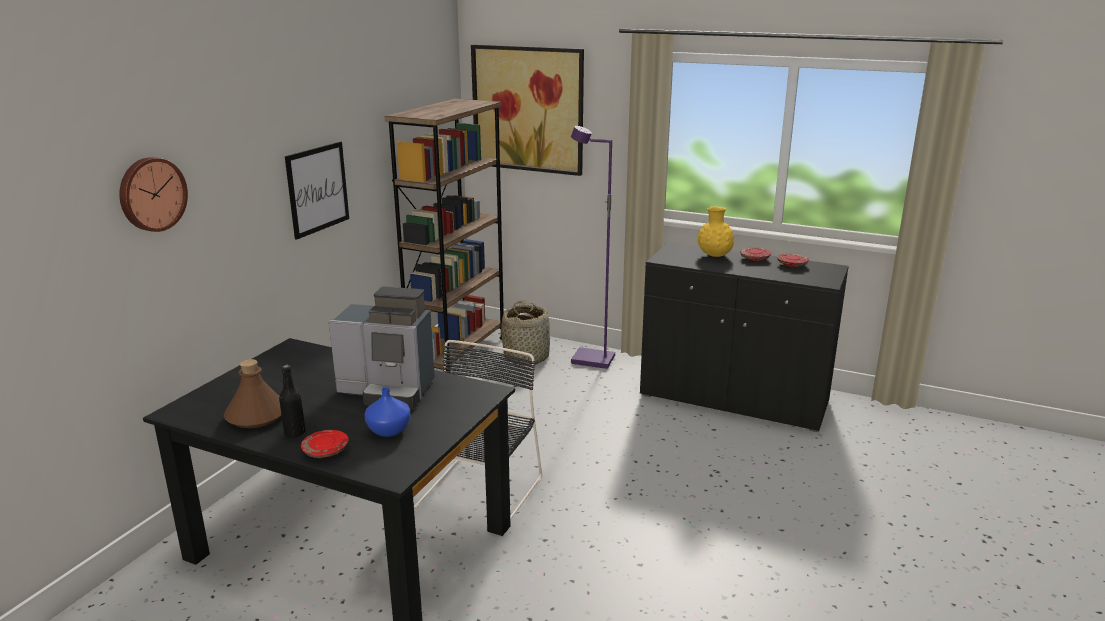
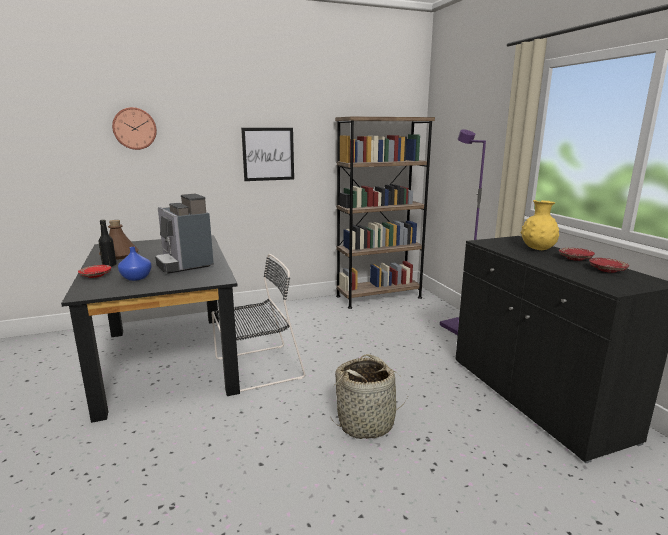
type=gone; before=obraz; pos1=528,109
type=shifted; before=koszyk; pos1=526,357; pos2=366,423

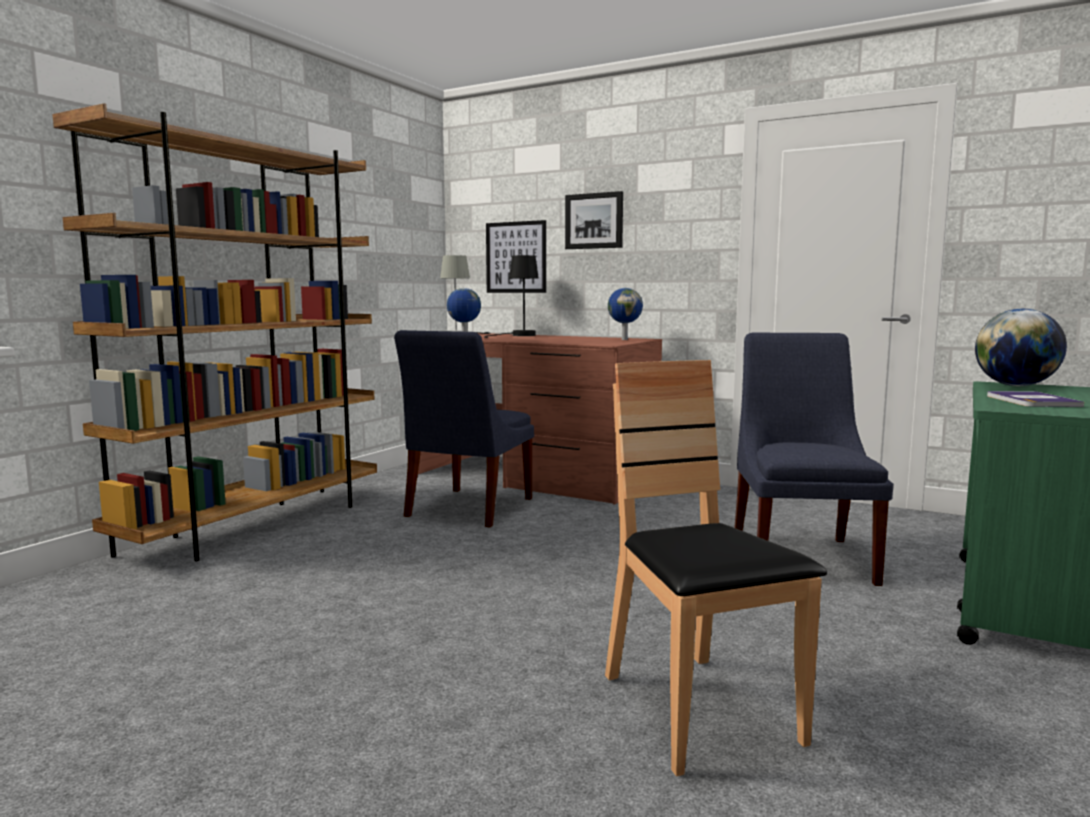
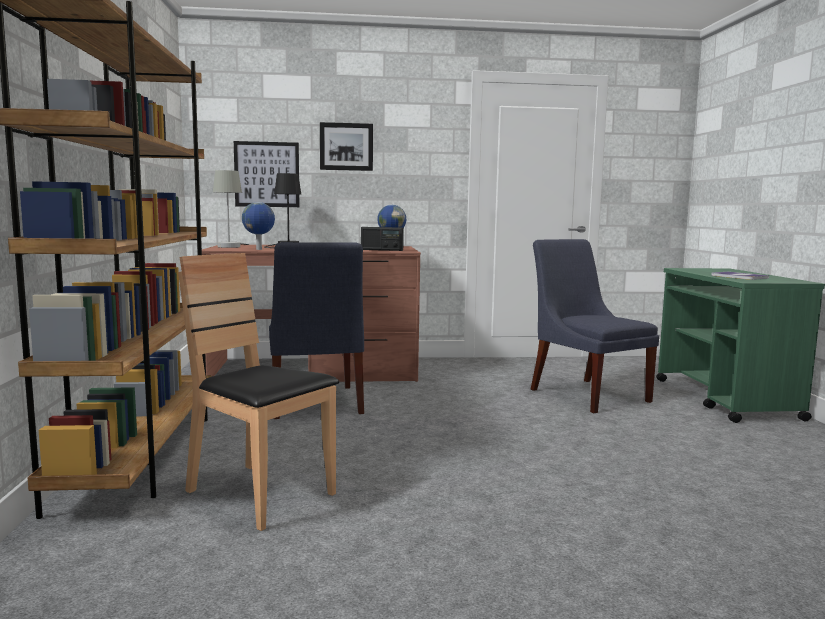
type=gone; before=globus; pos1=1015,385
type=shifted; before=krzesło/brązowy; pos1=697,711; pos2=259,494
type=new; after=radio; pos2=382,250

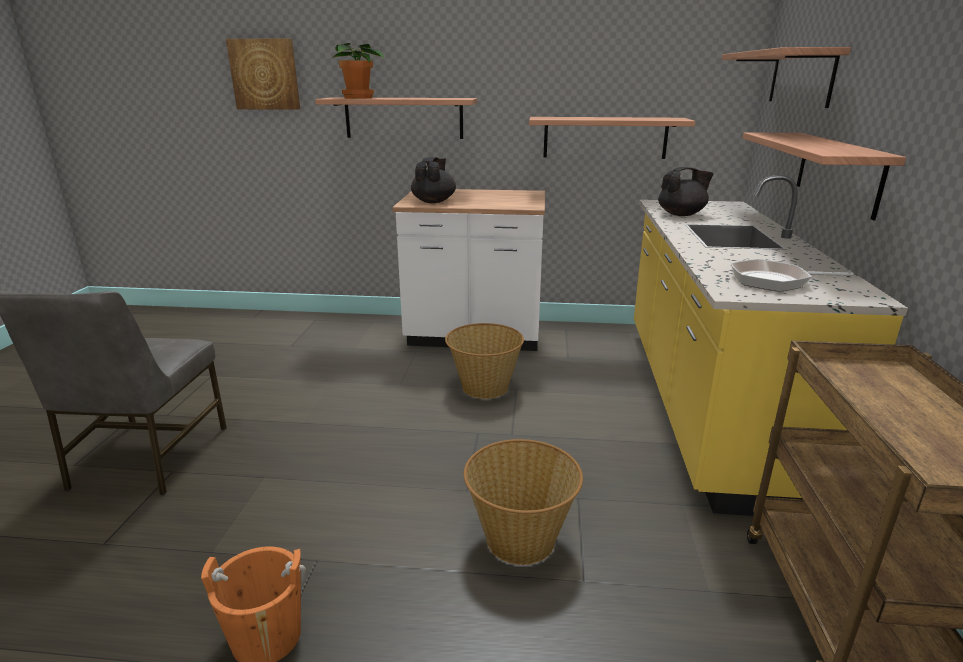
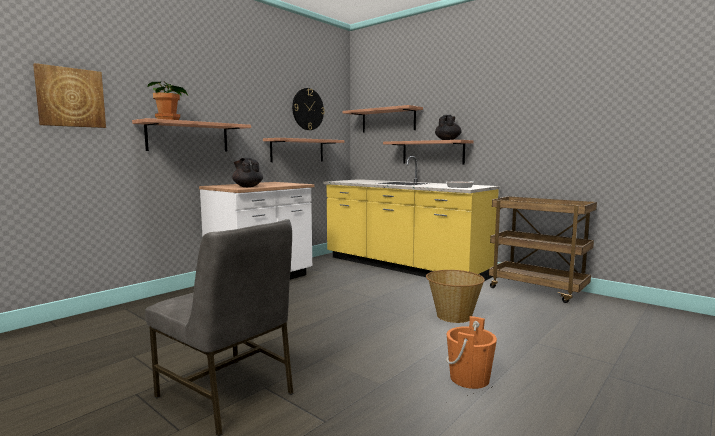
type=shifted; before=imbryk/czarny; pos1=682,214; pos2=448,140
type=gone; before=koszyk; pos1=484,387
type=new; after=zegar ścienny; pos2=307,109

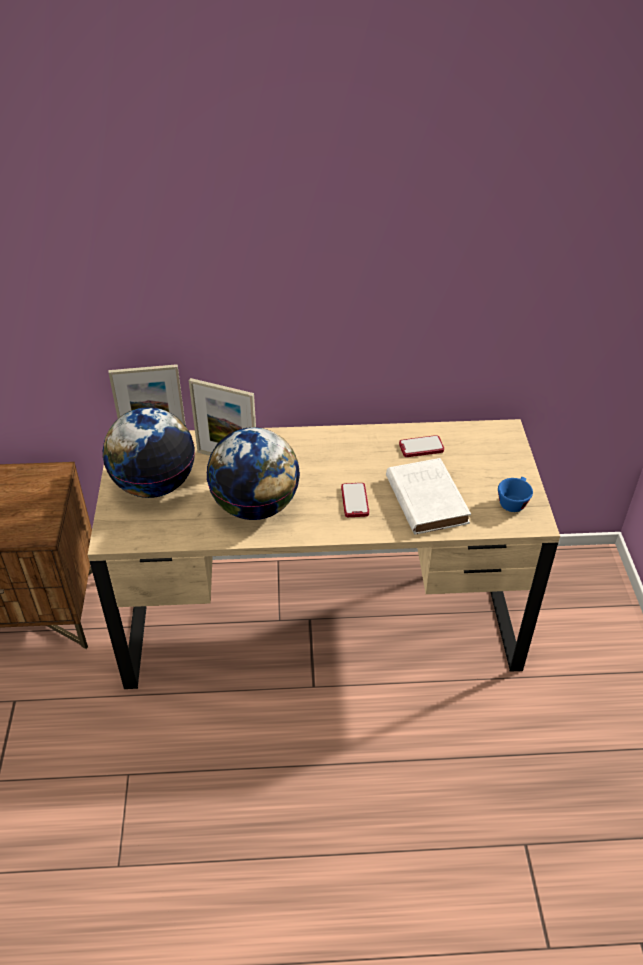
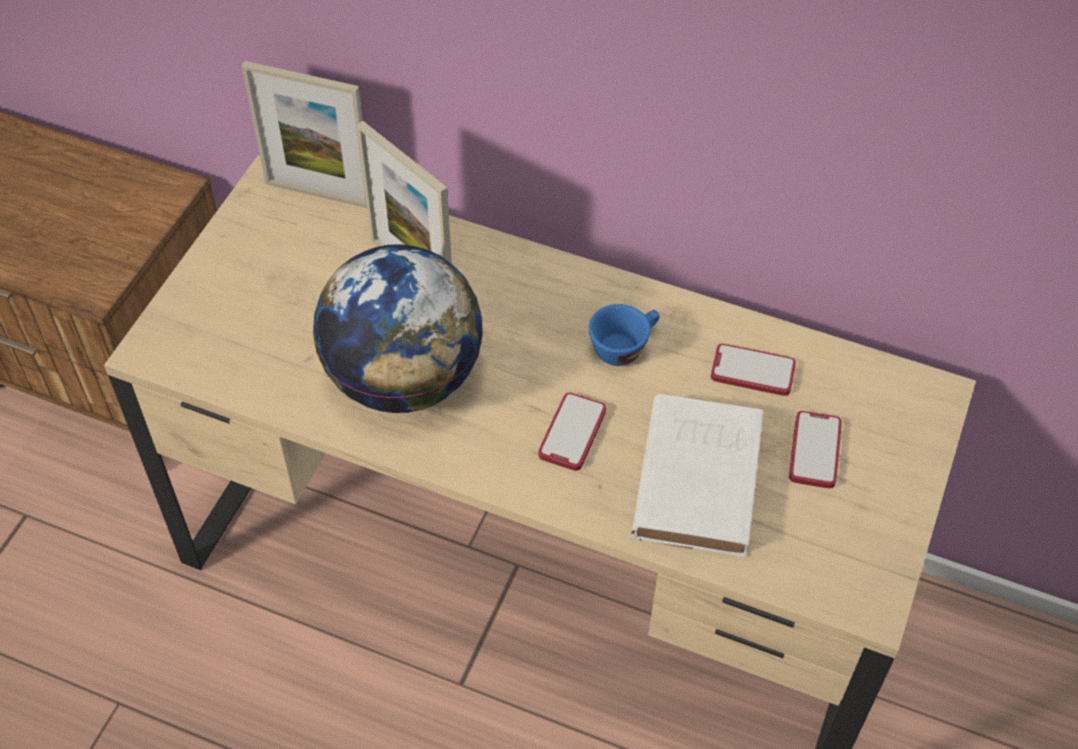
type=gone; before=globus; pos1=154,484
type=shifted; before=filiżanka/niebieski; pos1=513,501; pos2=624,346
type=new; after=telefon; pos2=814,451

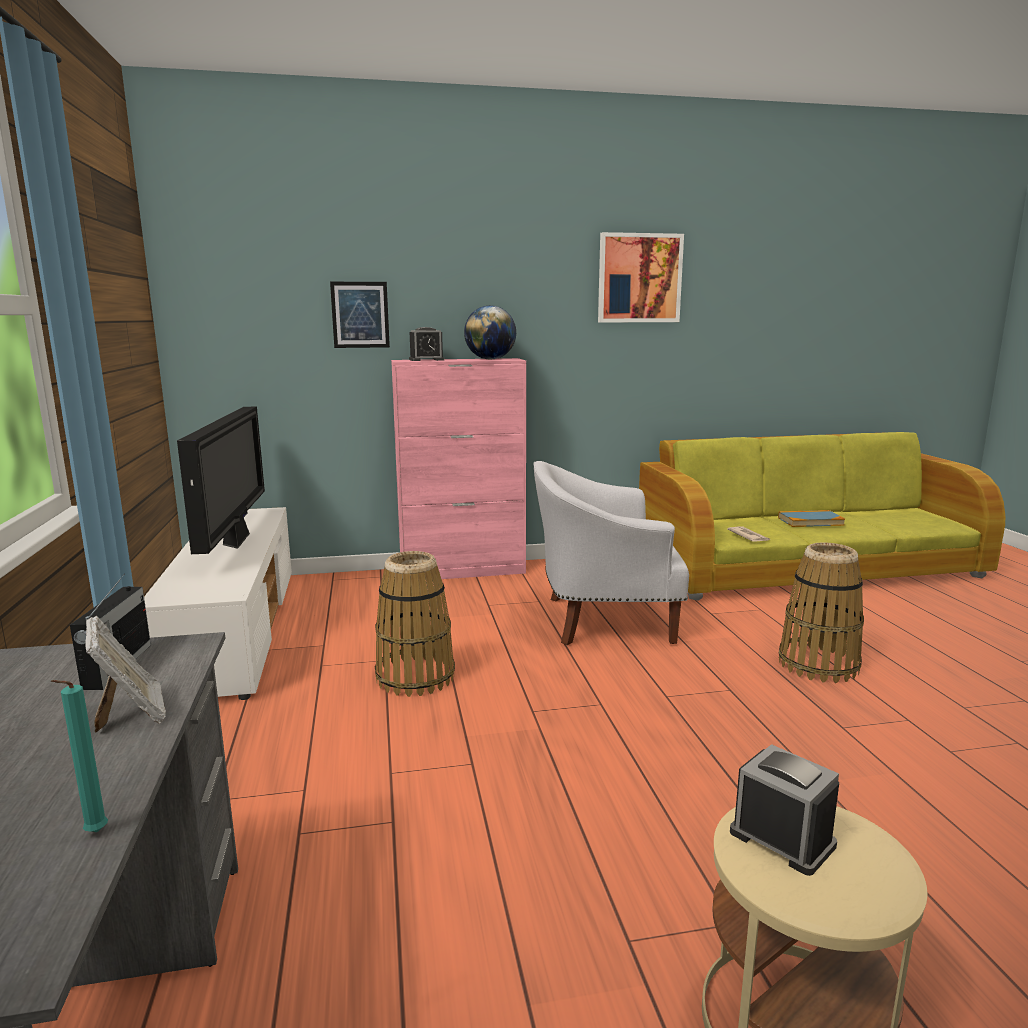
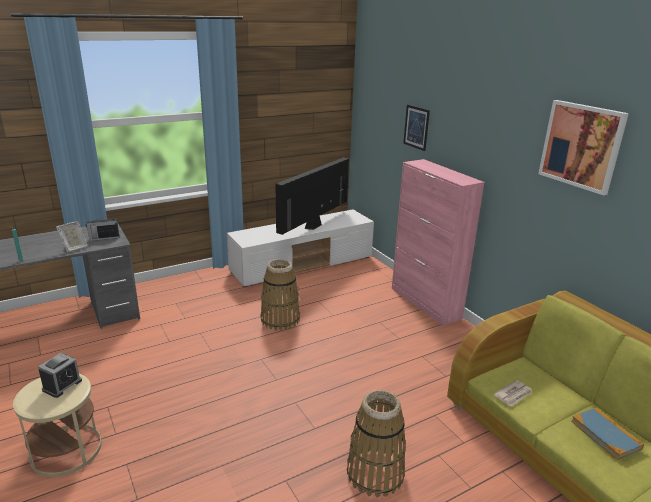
type=gone; before=globus; pos1=490,359
type=gone; before=budzik; pos1=426,360
type=rotated; before=telewizor; pos1=237,540; pos2=313,226; turn=150
type=gone; before=fotel/biały; pos1=601,620

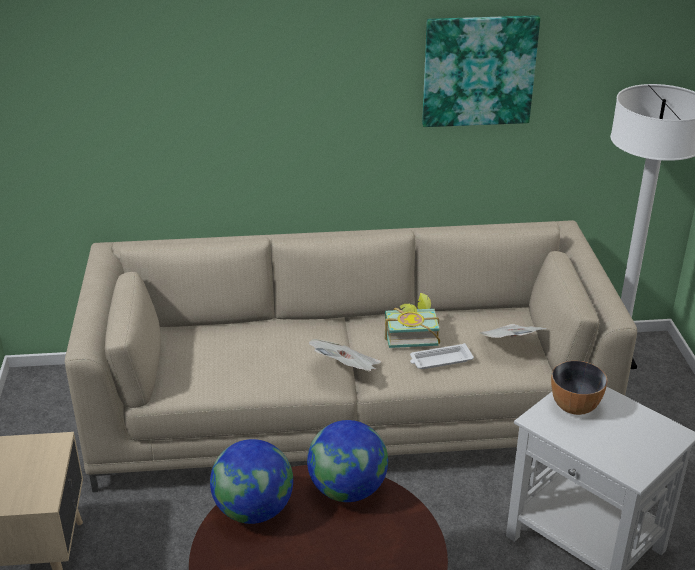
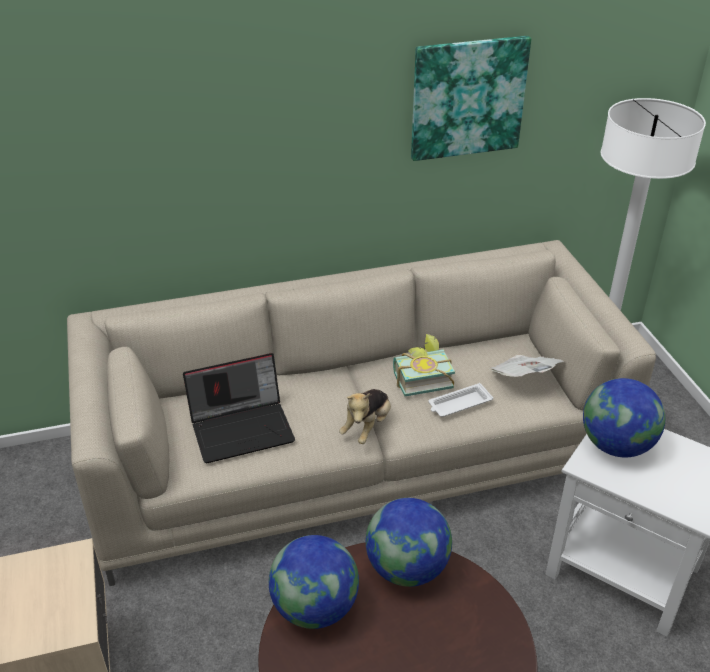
type=swapped; before=gazeta; after=pluszak; pos1=346,370; pos2=367,427
type=swapped; before=miska; after=globus; pos1=574,406; pos2=616,445
type=new; after=laptop; pos2=243,428

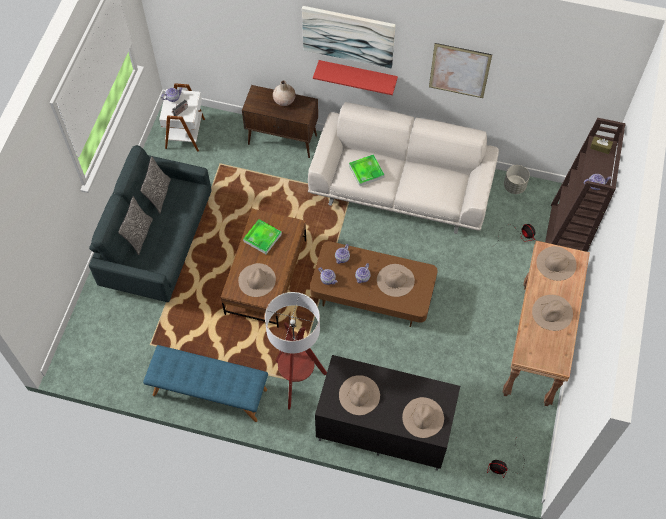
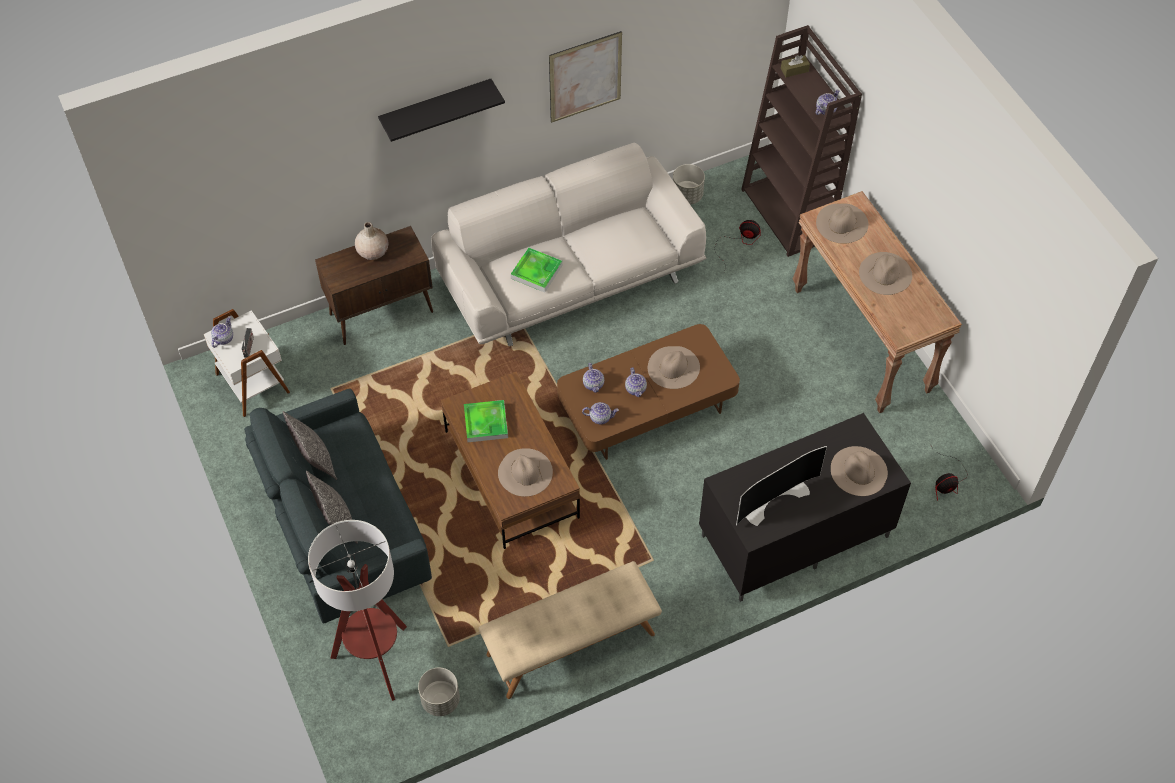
type=swapped; before=obraz; after=półka/czarny; pos1=348,36; pos2=436,109
type=gone; before=półka/czerwony; pos1=357,75
type=shifted; before=lampa stojąca; pos1=297,381; pos2=376,660
type=repainted; before=ławka/niebieski; after=ławka/beżowy; pos1=209,392; pos2=571,645
type=swapped; before=kapelusz/beżowy; after=telewizor; pos1=359,395; pos2=774,497
type=new; after=donica/szary; pos2=441,700

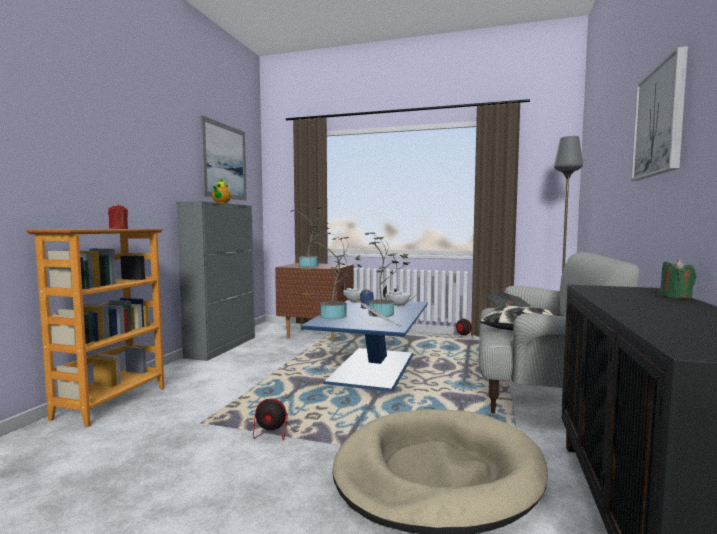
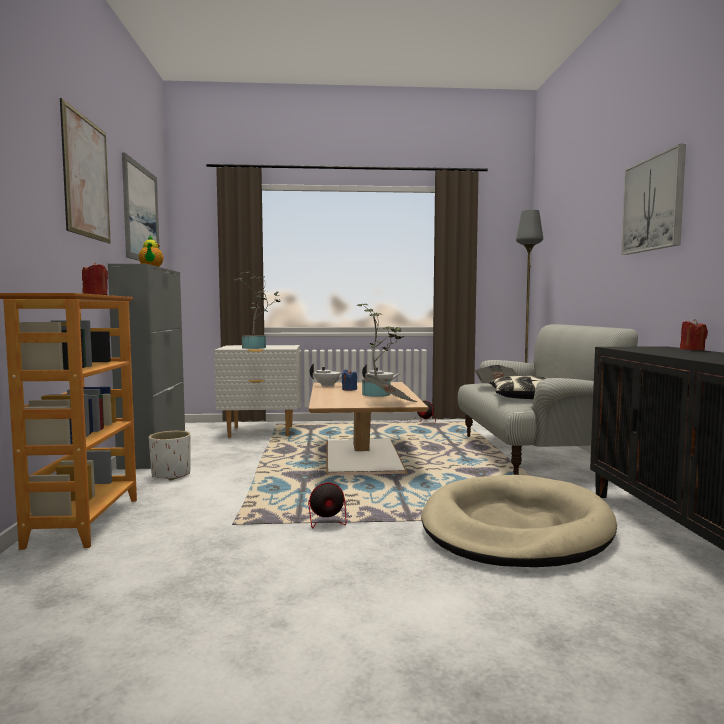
type=gone; before=roślina doniczkowa; pos1=336,316
type=repainted; before=świeca/zielony; after=świeca/czerwony; pos1=676,296; pos2=692,349
type=repainted; before=szafka nocna/brązowy; after=szafka nocna/biały; pos1=316,335; pos2=261,432
type=repainted; before=ława/niebieski; after=ława/brązowy; pos1=372,369; pos2=363,457
type=new; after=obraz; pos2=86,178
type=new; after=donica/biały; pos2=171,475

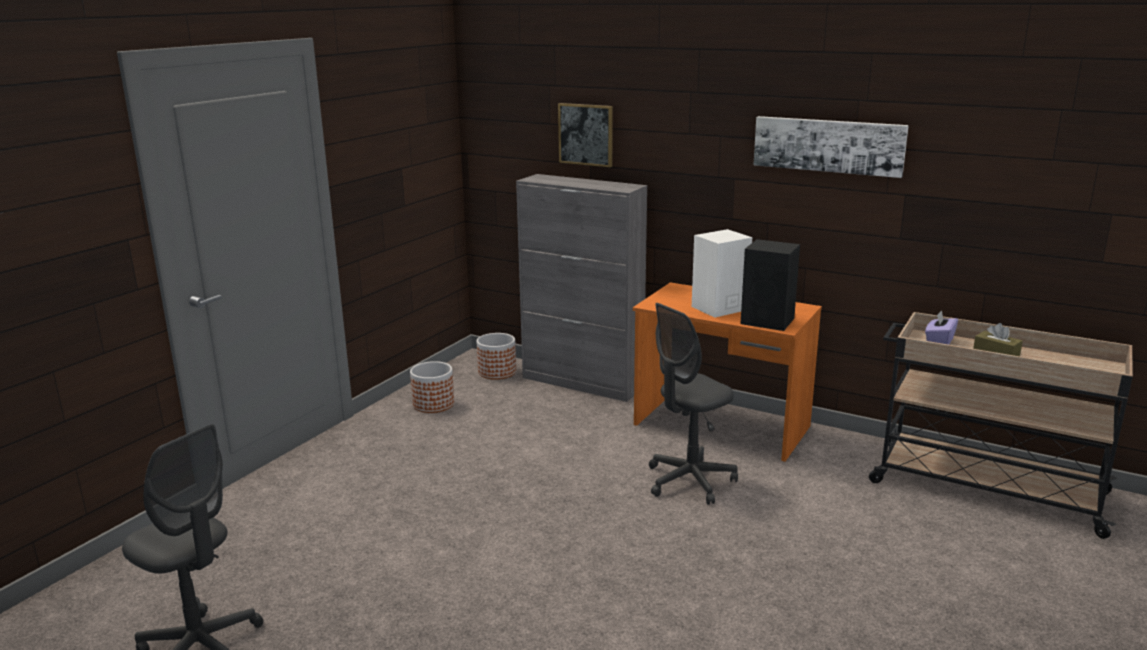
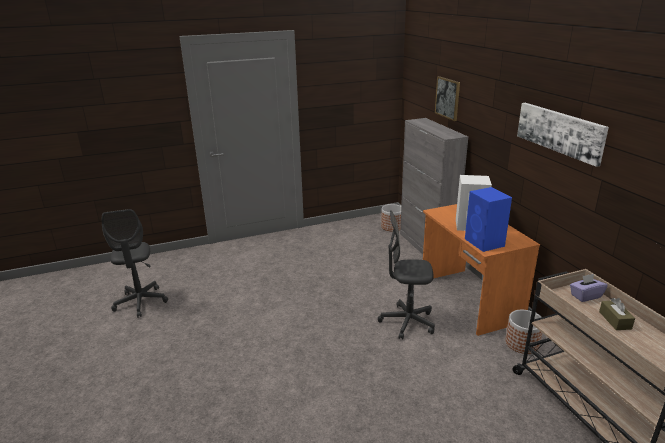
type=repainted; before=głośnik/czarny; after=głośnik/niebieski; pos1=769,321; pos2=485,243
type=shifted; before=donica; pos1=433,404; pos2=522,343

